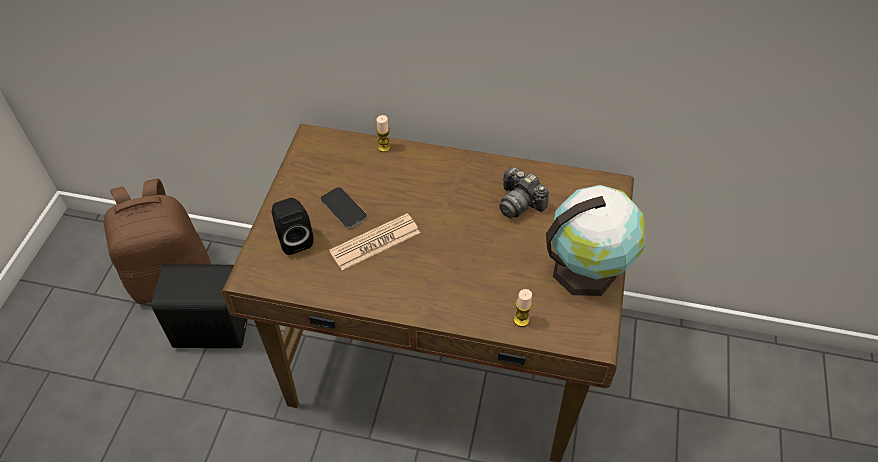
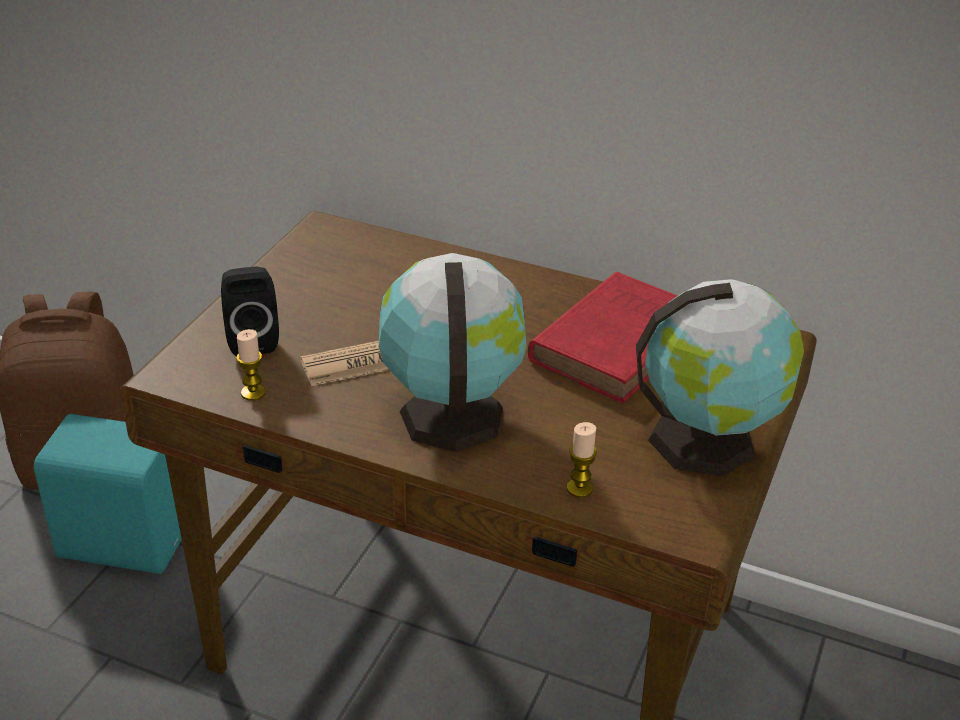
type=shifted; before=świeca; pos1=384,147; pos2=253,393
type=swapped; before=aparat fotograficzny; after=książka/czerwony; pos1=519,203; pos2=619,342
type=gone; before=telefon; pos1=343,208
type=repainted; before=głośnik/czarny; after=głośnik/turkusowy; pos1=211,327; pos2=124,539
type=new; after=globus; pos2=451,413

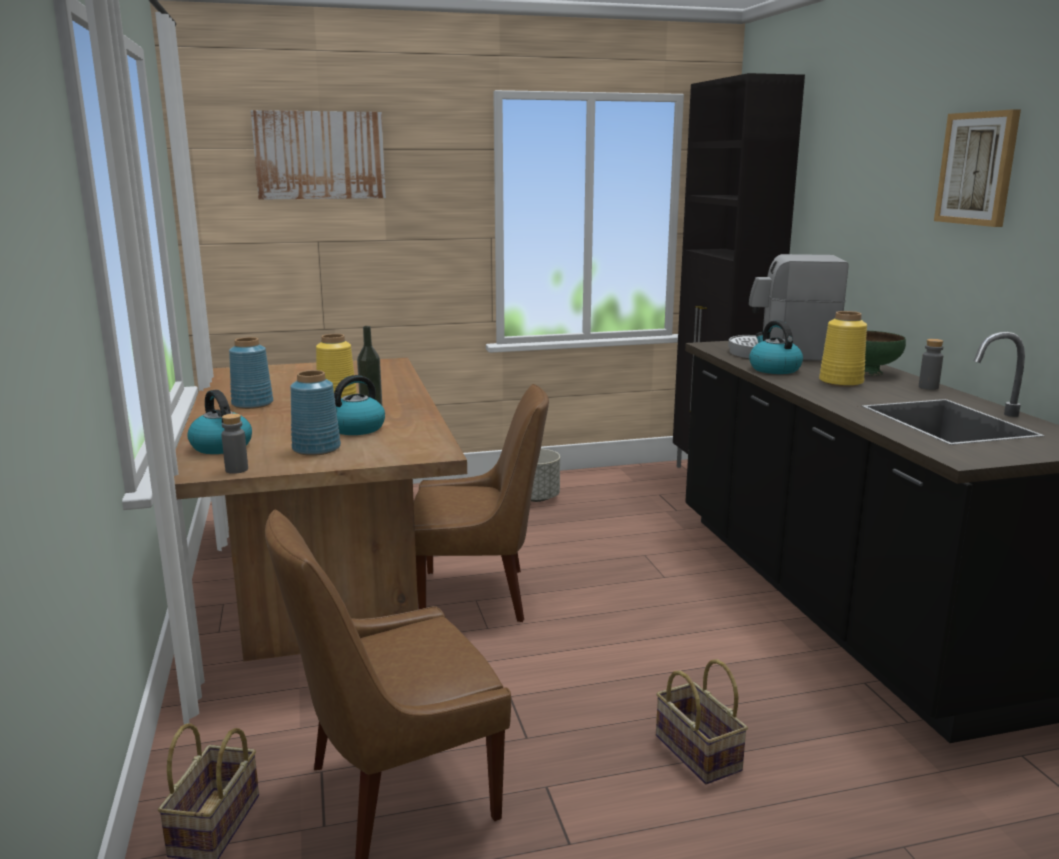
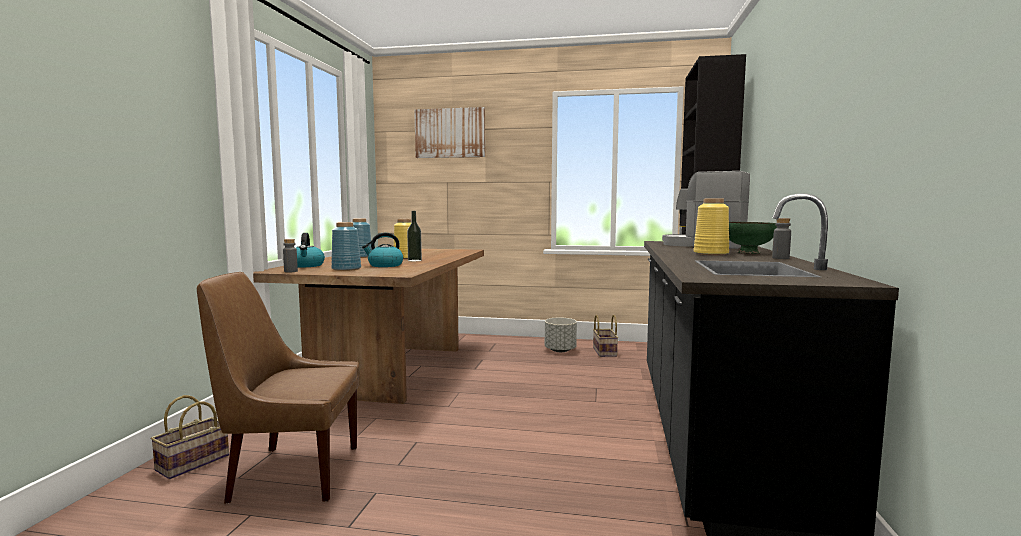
type=gone; before=obraz; pos1=978,168
type=gone; before=czajnik; pos1=773,369
type=gone; before=krzesło/brązowy; pos1=479,596
type=shifted; before=koszyk; pos1=694,752; pos2=603,352

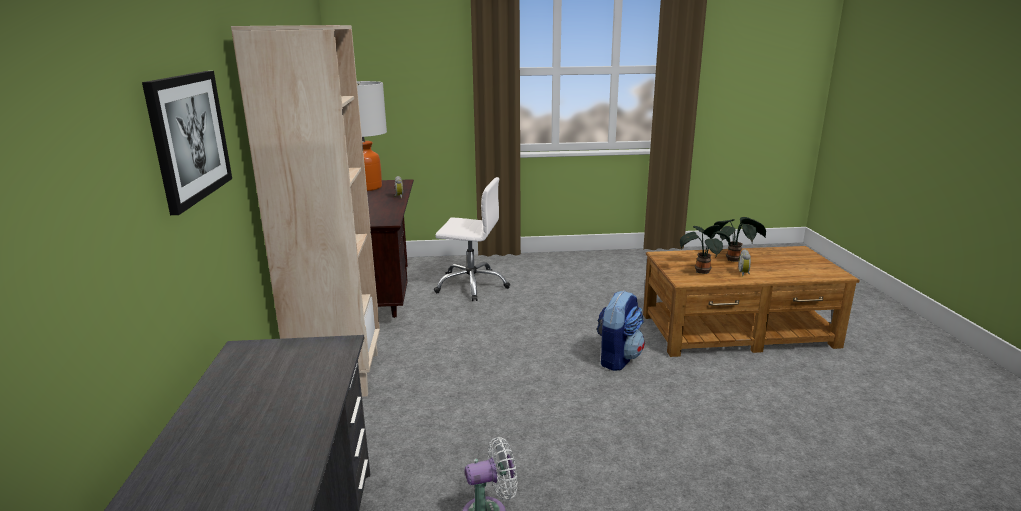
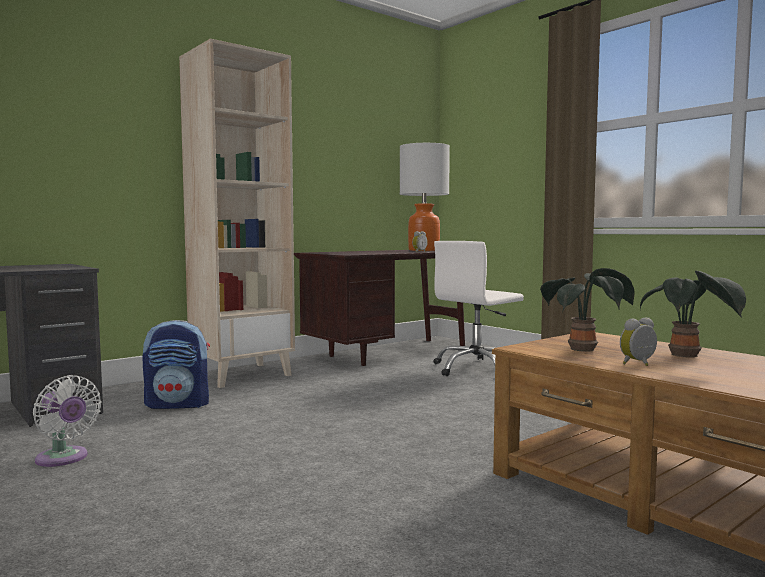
type=gone; before=obraz; pos1=189,137
type=rotated; before=krzesło biurowe/biały; pos1=472,285; pos2=476,369; turn=75
type=shifted; before=plecak; pos1=617,358; pos2=179,404

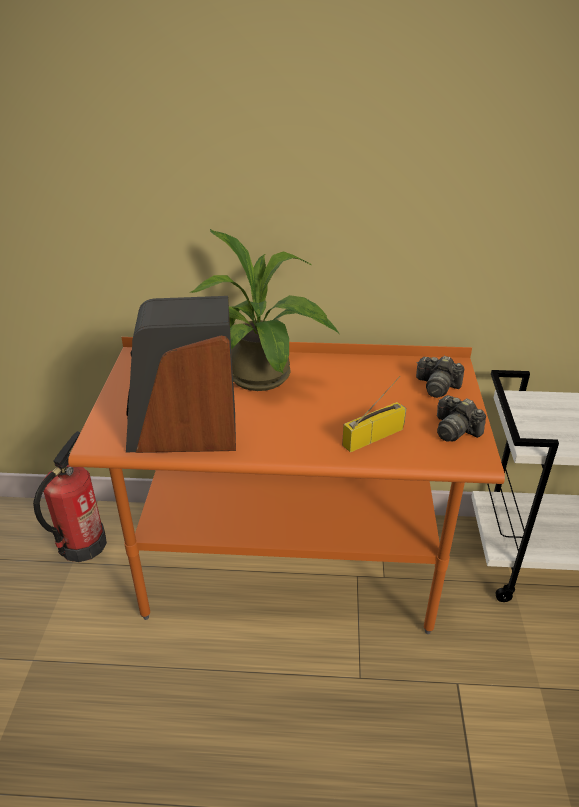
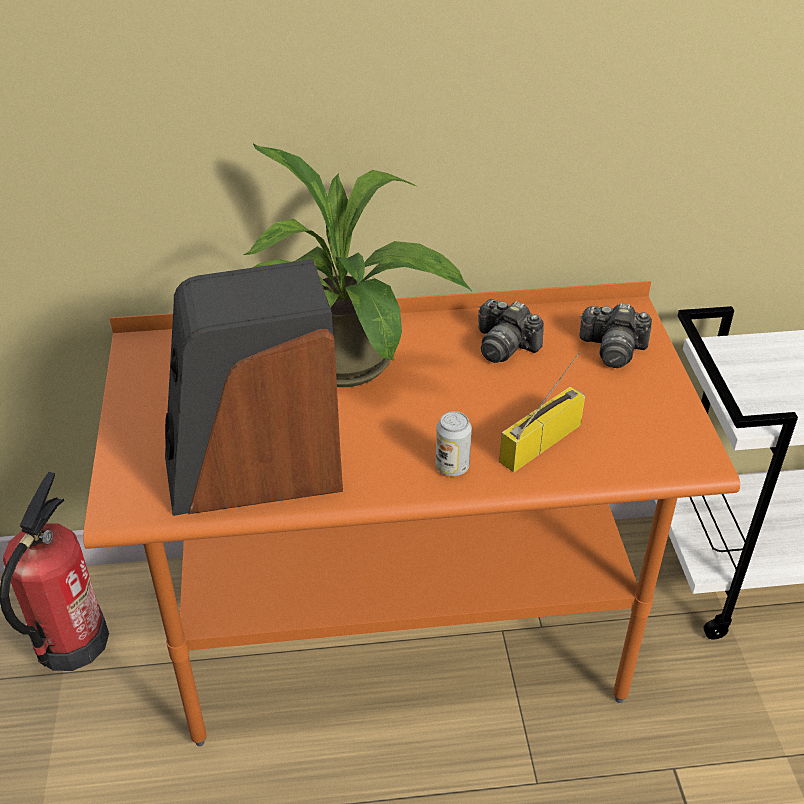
type=shifted; before=aparat fotograficzny; pos1=455,430; pos2=504,346
type=new; after=puszka; pos2=452,467

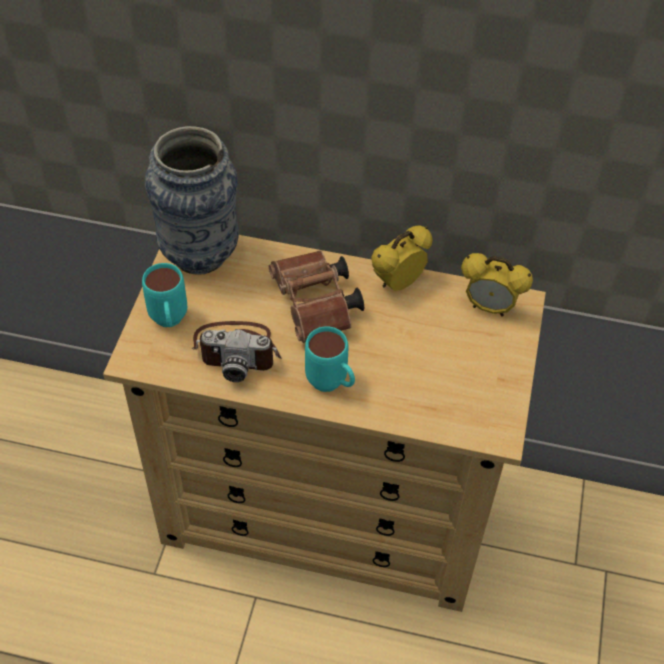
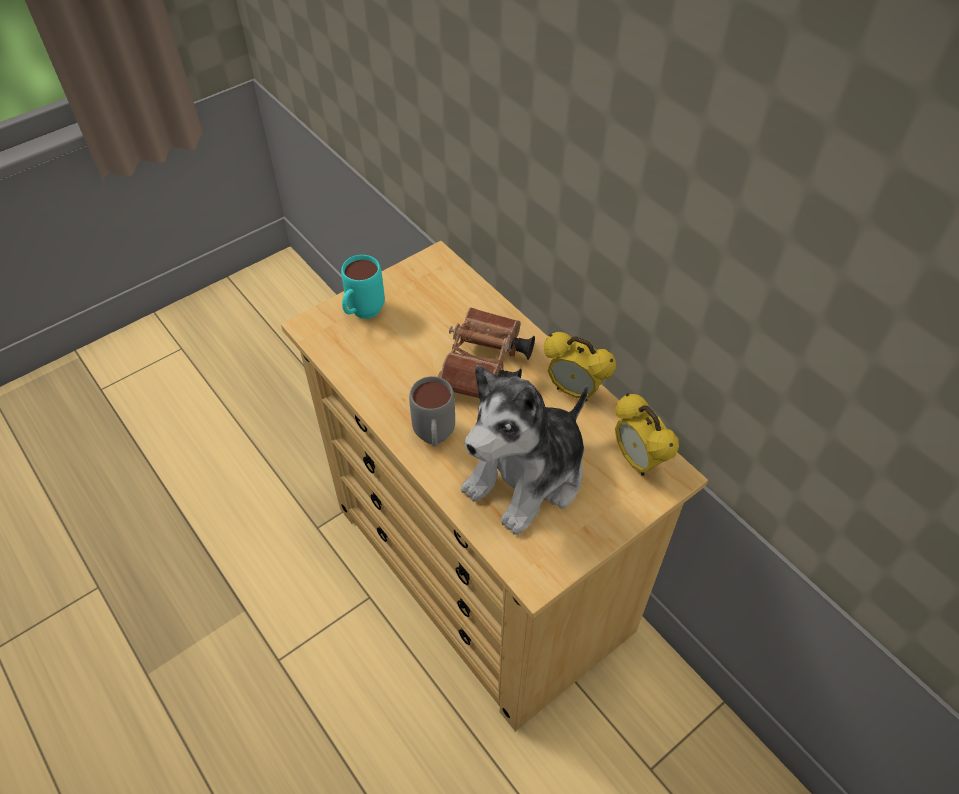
type=gone; before=wazon; pos1=200,255
type=rotated; before=budzik; pos1=398,283; pos2=574,391; turn=-150
type=gone; before=aparat fotograficzny; pos1=237,350
type=repainted; before=kubek/turkusowy; after=kubek/szary; pos1=331,385; pos2=434,439
type=new; after=pluszak; pos2=528,476

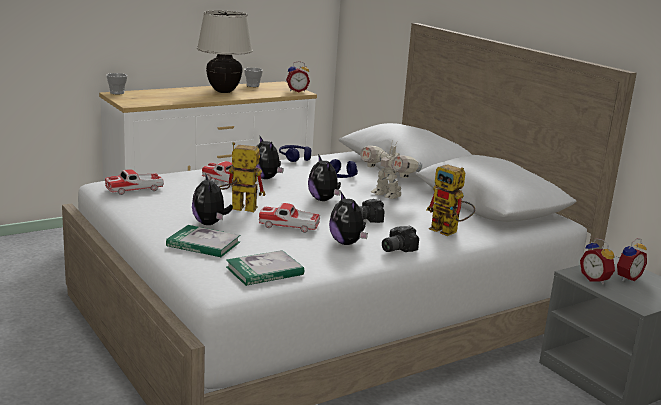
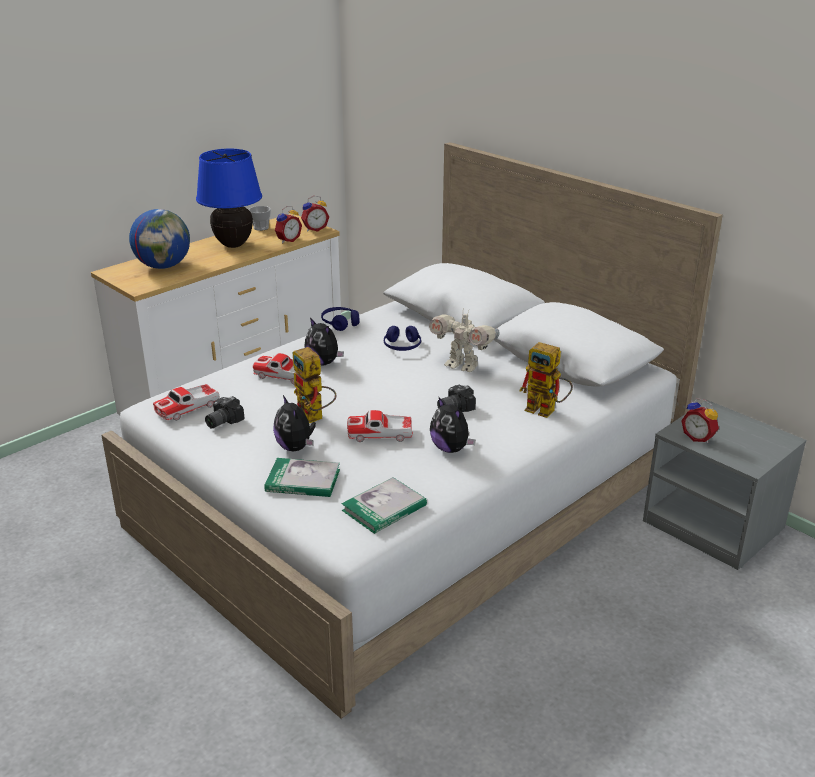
type=repainted; before=lampa stołowa/beżowy; after=lampa stołowa/niebieski; pos1=223,91; pos2=233,245
type=gone; before=filiżanka; pos1=117,93
type=rotated; before=robot zabawkowy; pos1=238,208; pos2=314,418; turn=-120
type=gone; before=pluszak; pos1=324,200
type=shifted; before=aparat fotograficzny; pos1=395,249; pos2=221,421
type=shifted; before=budzik; pos1=626,278; pos2=287,240
type=new; after=globus; pos2=163,266

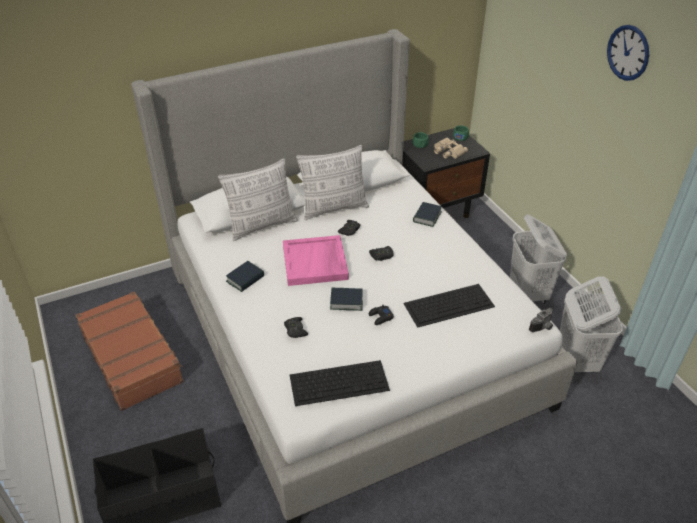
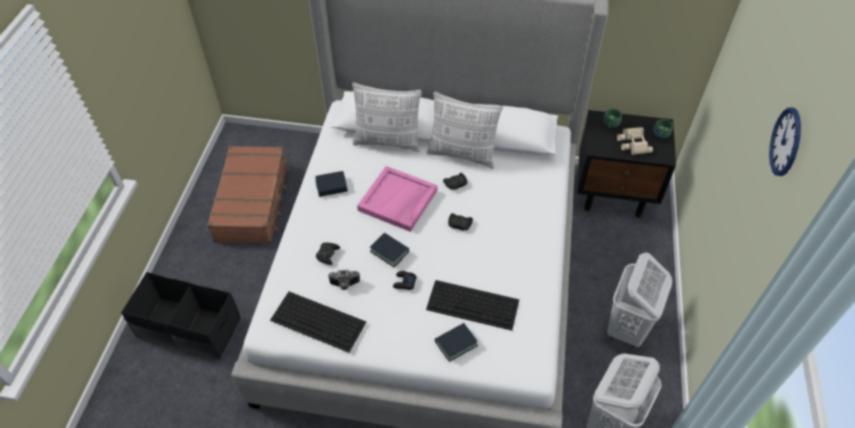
type=shifted; before=książka; pos1=427,217; pos2=456,344
type=shifted; before=aparat fotograficzny; pos1=543,327; pos2=344,285

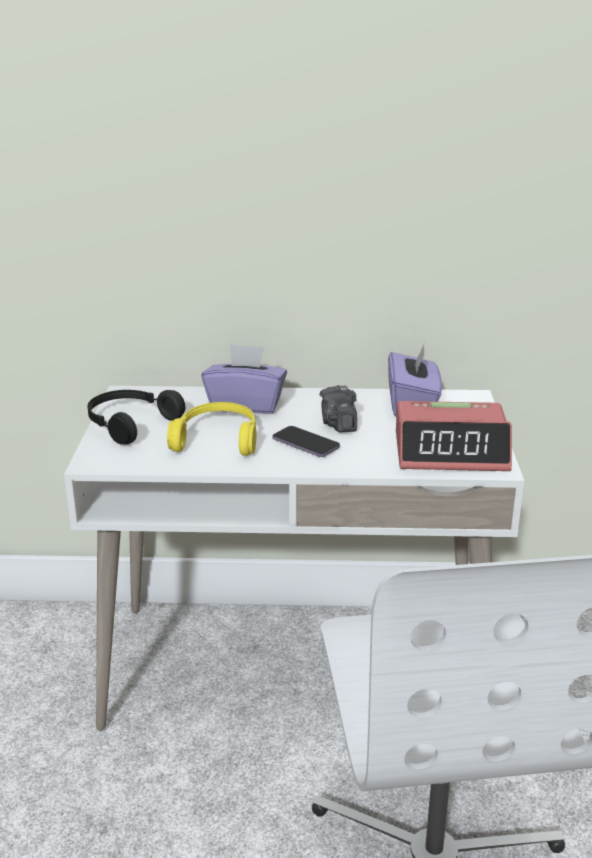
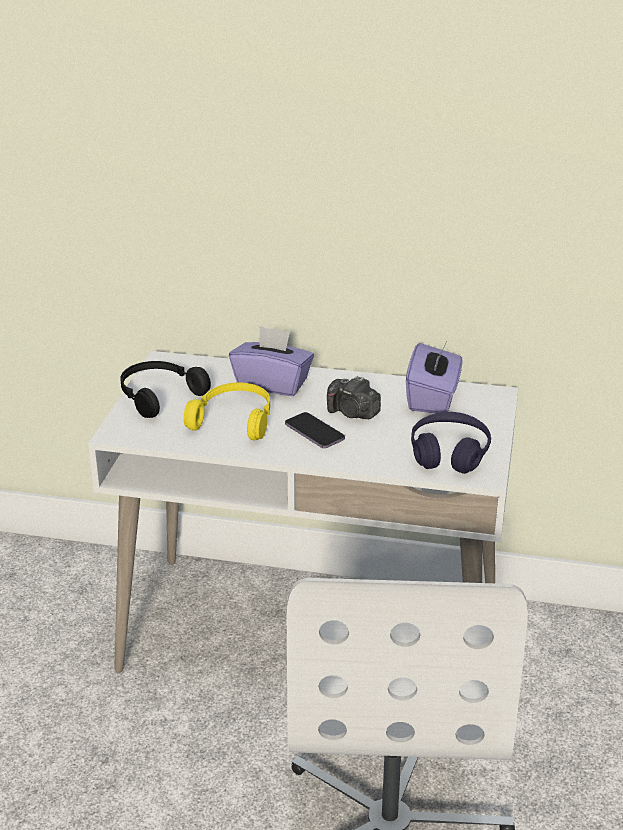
type=rotated; before=aparat fotograficzny; pos1=338,424; pos2=353,413; turn=-60
type=swapped; before=budzik; after=słuchawki/fioletowy; pos1=451,451; pos2=449,453

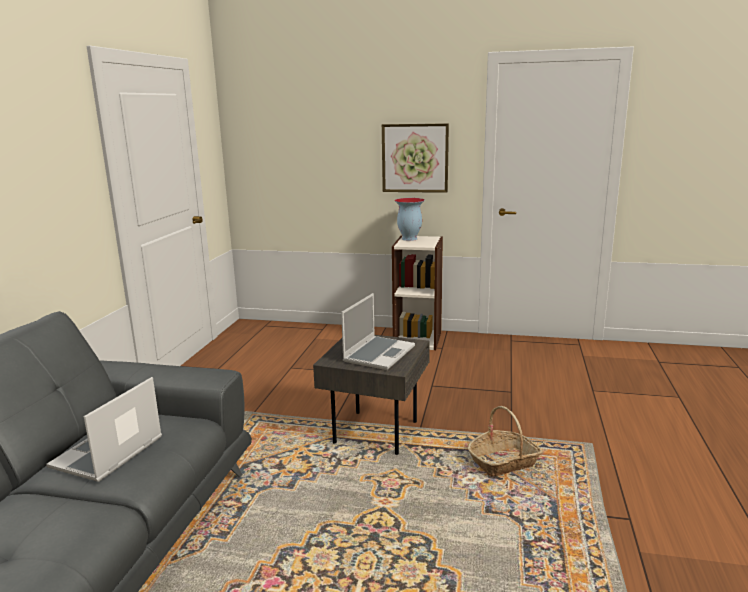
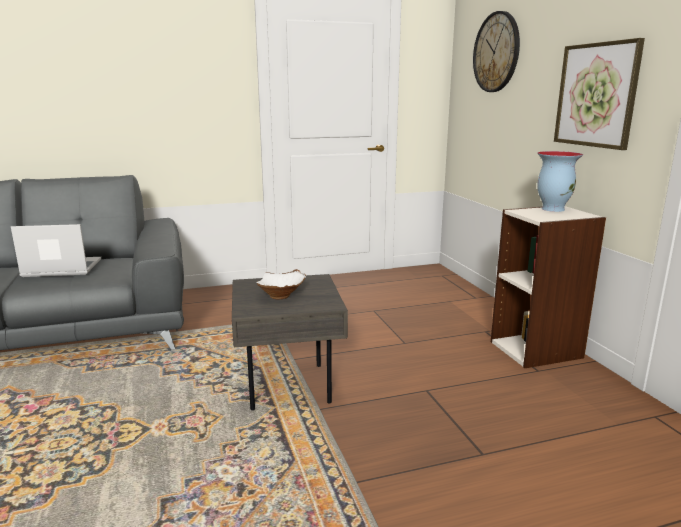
type=swapped; before=laptop; after=miska/biały; pos1=378,354; pos2=281,296
type=gone; before=koszyk; pos1=504,462
type=new; after=zegar ścienny; pos2=496,52

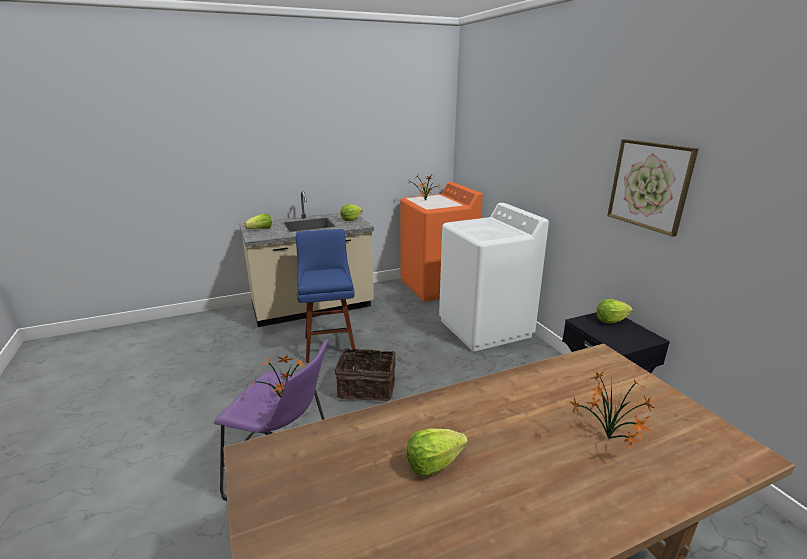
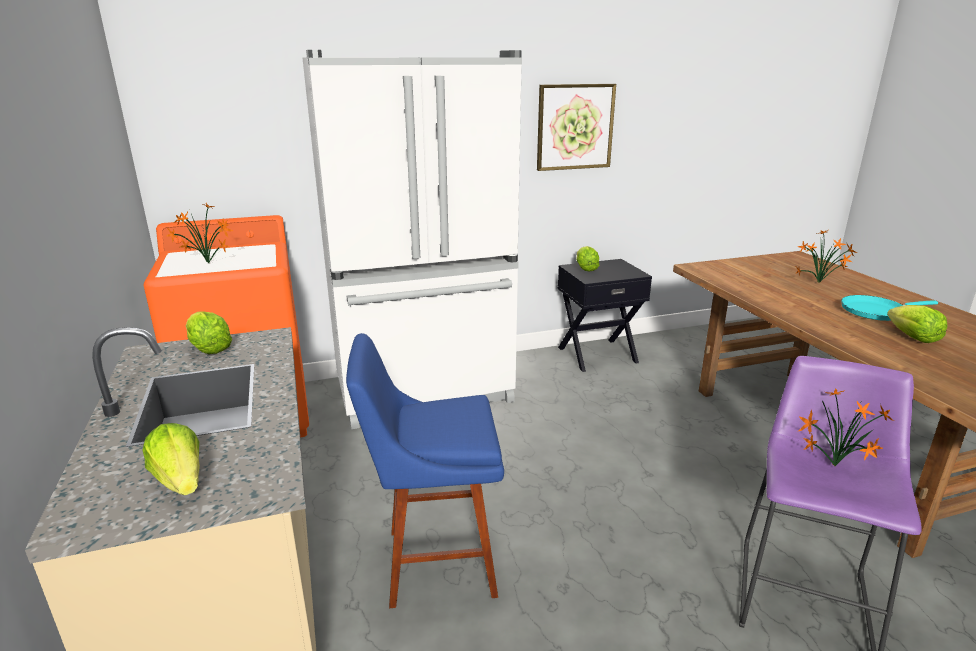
type=swapped; before=pralka/biały; after=lodówka/biały; pos1=485,328; pos2=425,391
type=gone; before=koszyk; pos1=367,387
type=new; after=patelnia/turkusowy; pos2=876,311

